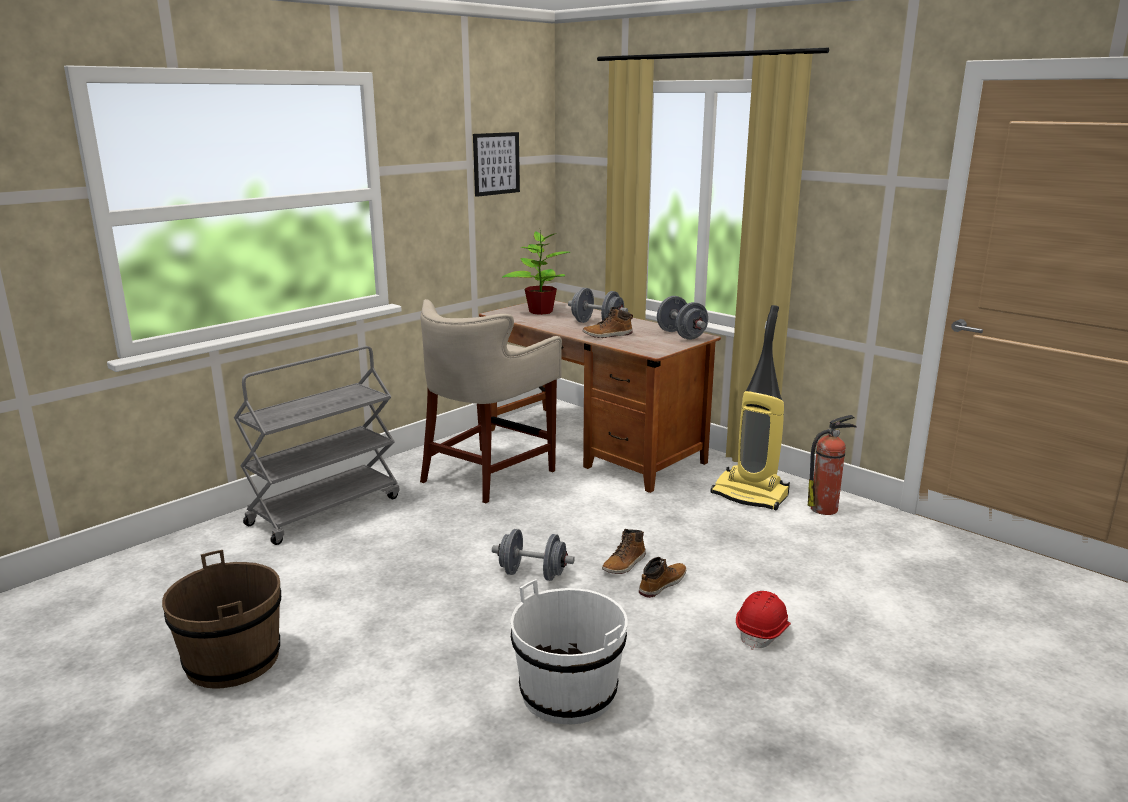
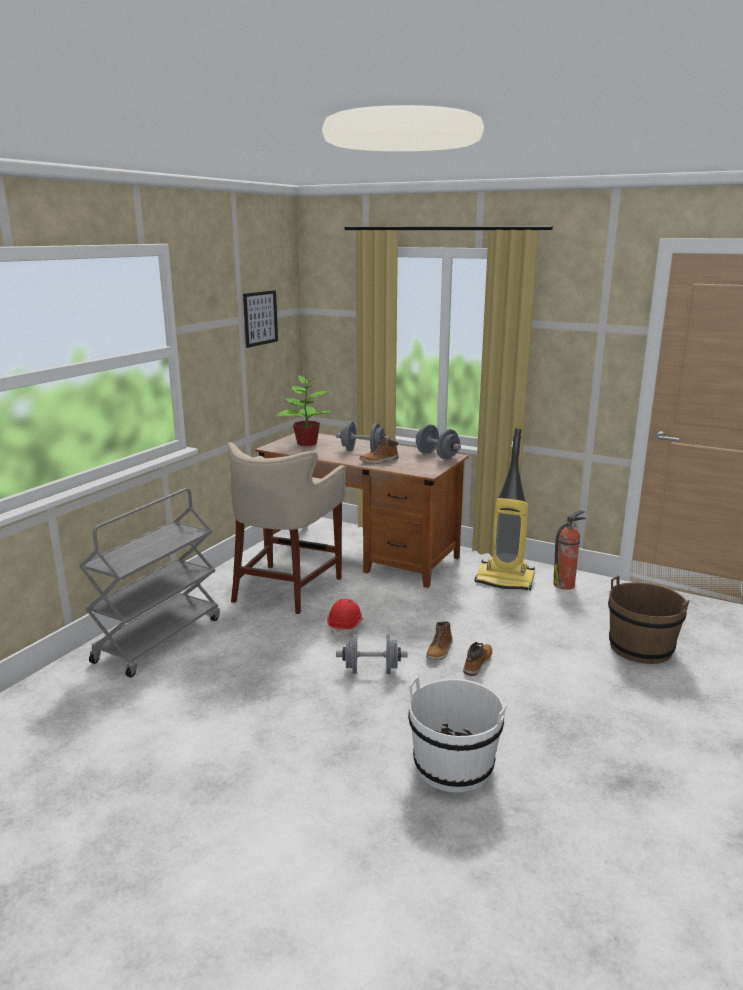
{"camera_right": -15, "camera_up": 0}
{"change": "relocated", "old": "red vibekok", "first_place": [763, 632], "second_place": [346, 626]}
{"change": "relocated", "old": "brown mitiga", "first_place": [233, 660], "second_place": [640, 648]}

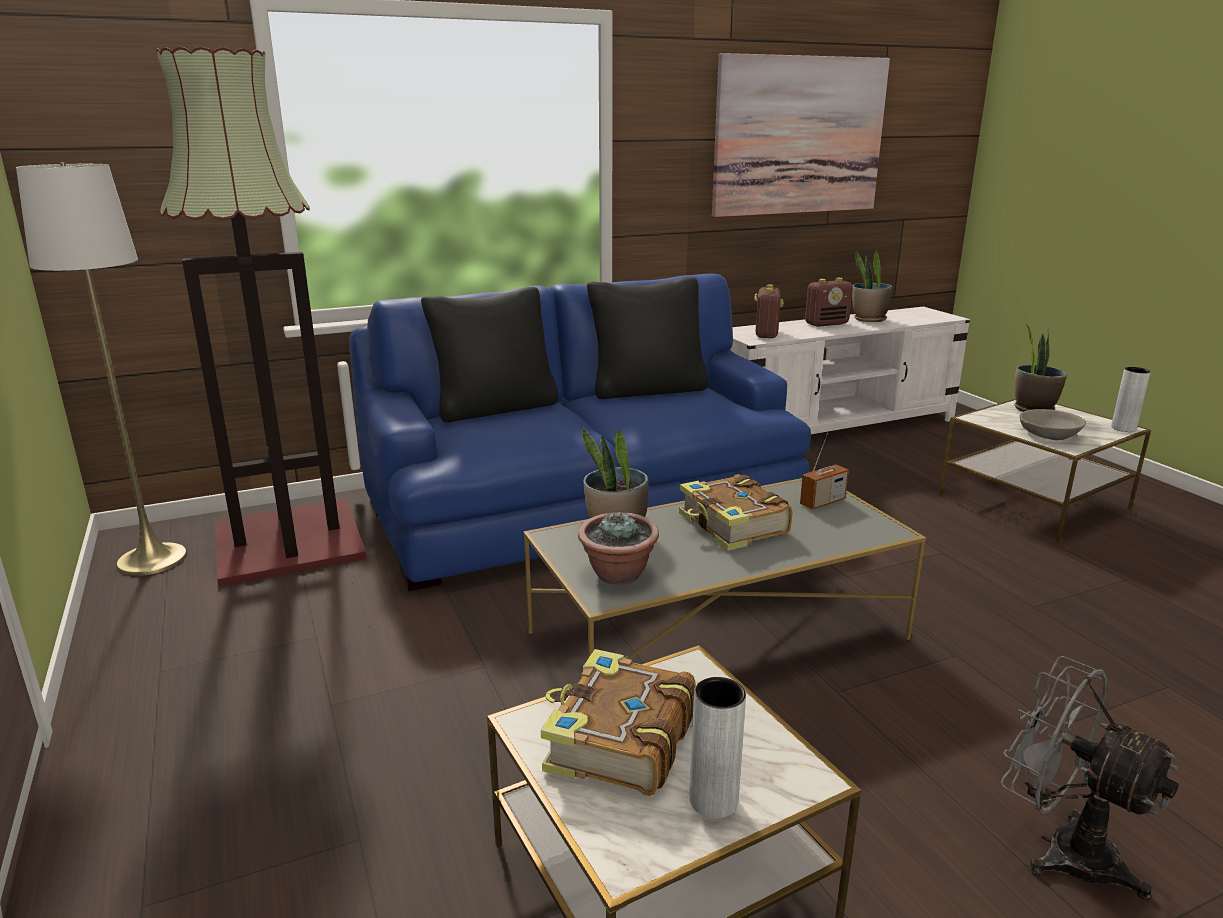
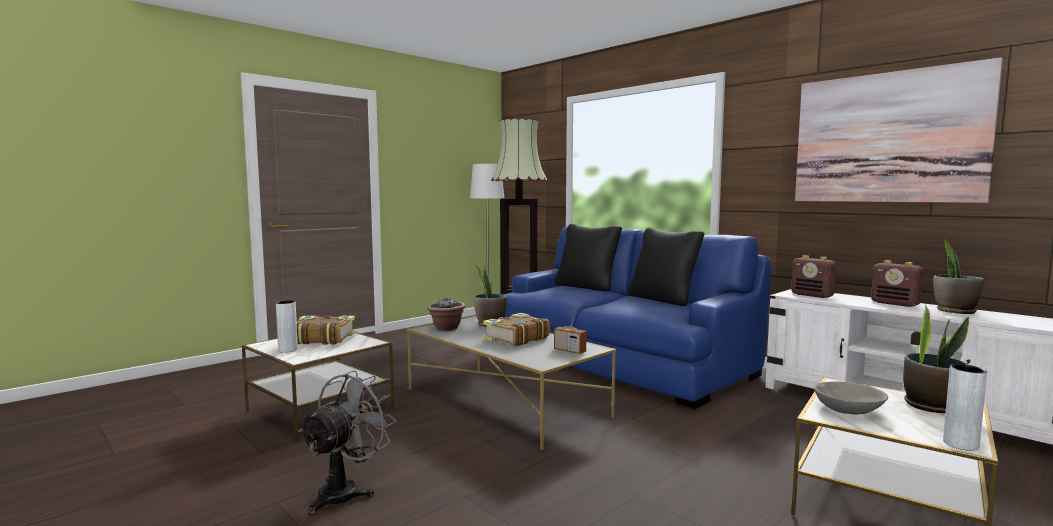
{"camera_right": 70, "camera_up": -15}
{"change": "spun", "old": "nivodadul", "first_place": [766, 334], "second_place": [812, 295], "degrees": 60}

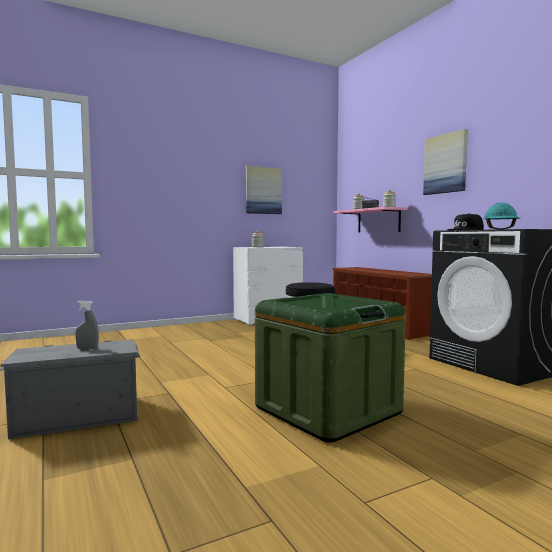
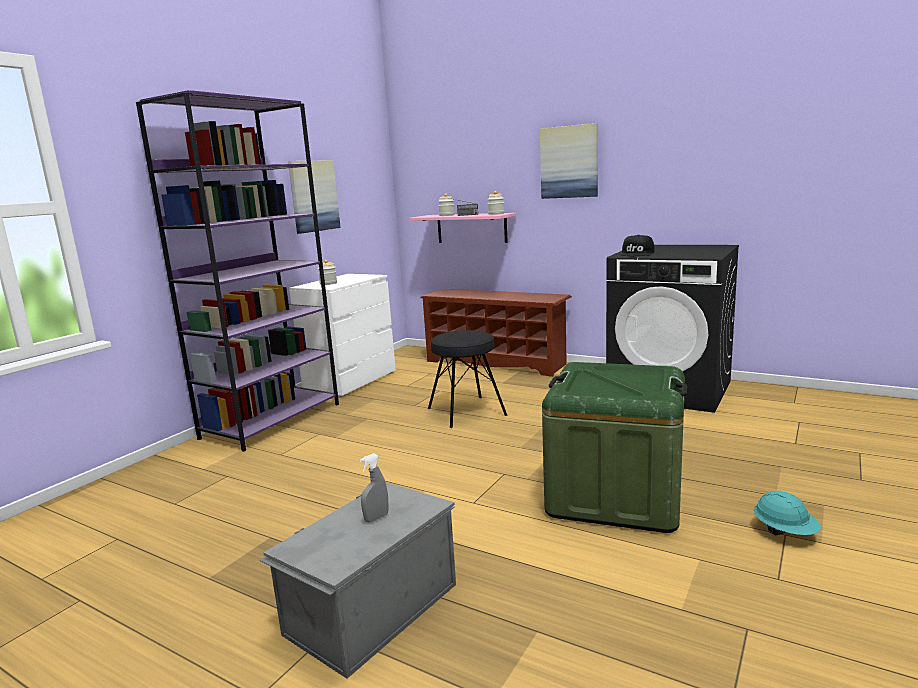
{"camera_right": -30, "camera_up": 10}
{"change": "appeared", "new": "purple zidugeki", "second_place": [272, 420]}
{"change": "relocated", "old": "turquoise vibekok", "first_place": [501, 229], "second_place": [785, 532]}

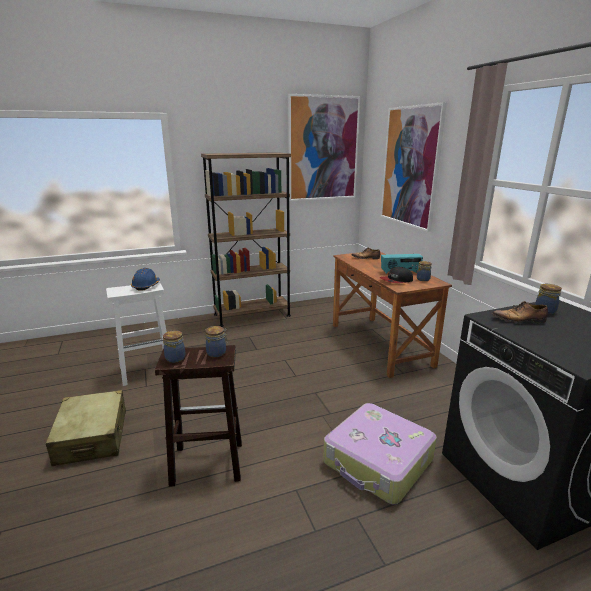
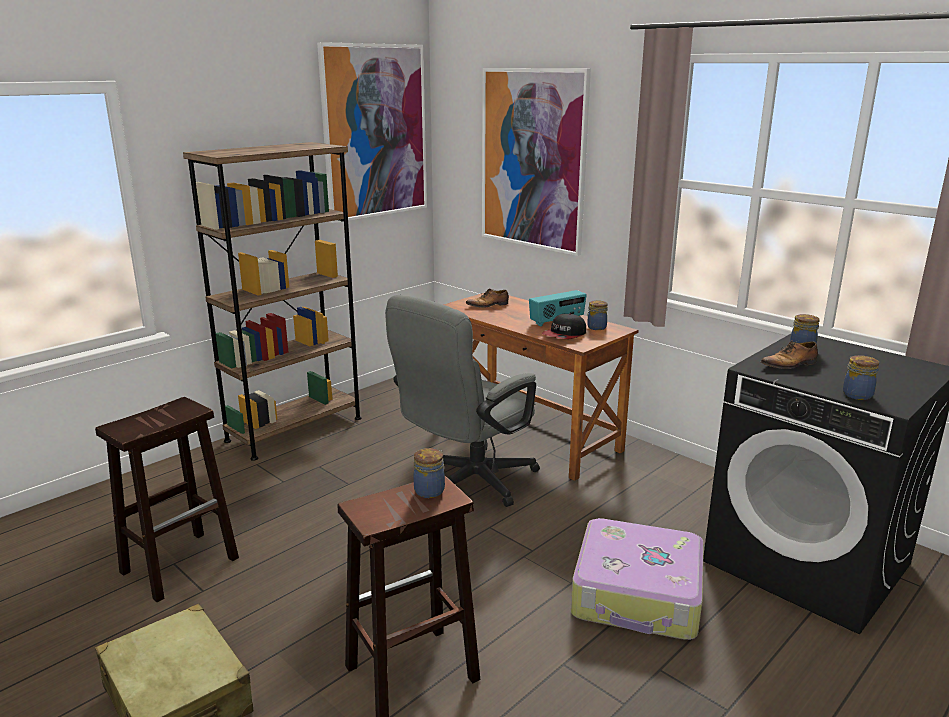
{"camera_right": -25, "camera_up": 0}
{"change": "colour", "old": "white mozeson", "new": "brown mozeson", "first_place": [147, 370], "second_place": [181, 564]}
{"change": "appeared", "new": "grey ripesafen", "second_place": [467, 483]}
{"change": "relocated", "old": "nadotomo", "first_place": [175, 357], "second_place": [856, 394]}
{"change": "missing", "old": "blue vibekok", "first_place": [146, 286]}

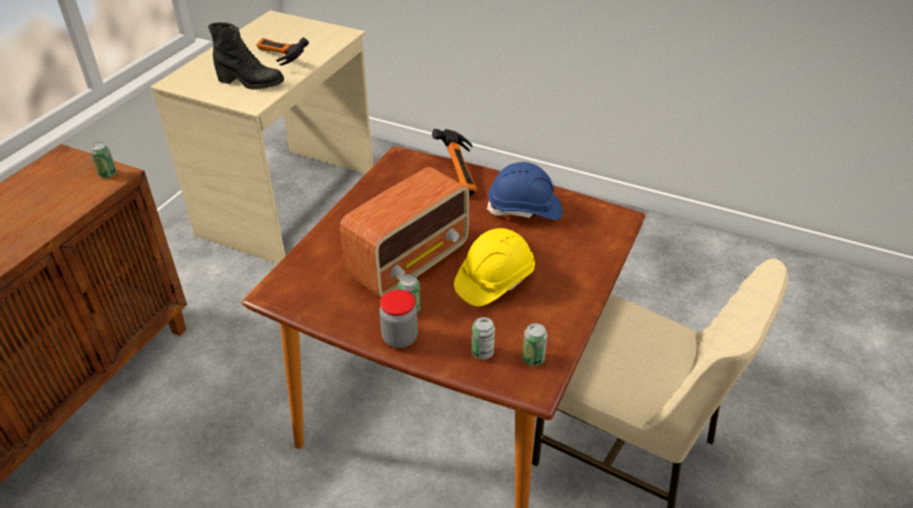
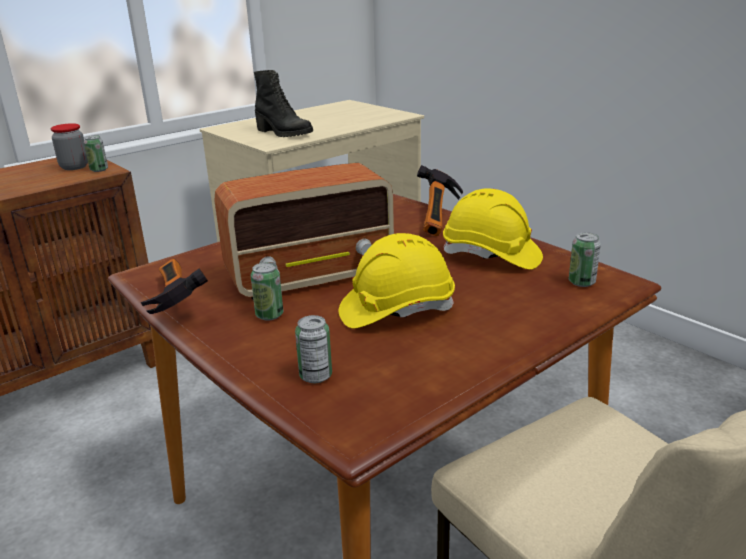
{"camera_right": 25, "camera_up": -15}
{"change": "relocated", "old": "nadotomo", "first_place": [400, 338], "second_place": [74, 167]}
{"change": "relocated", "old": "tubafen", "first_place": [278, 60], "second_place": [170, 302]}
{"change": "colour", "old": "blue vibekok", "new": "yellow vibekok", "first_place": [524, 209], "second_place": [491, 256]}
{"change": "relocated", "old": "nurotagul", "first_place": [533, 359], "second_place": [581, 282]}

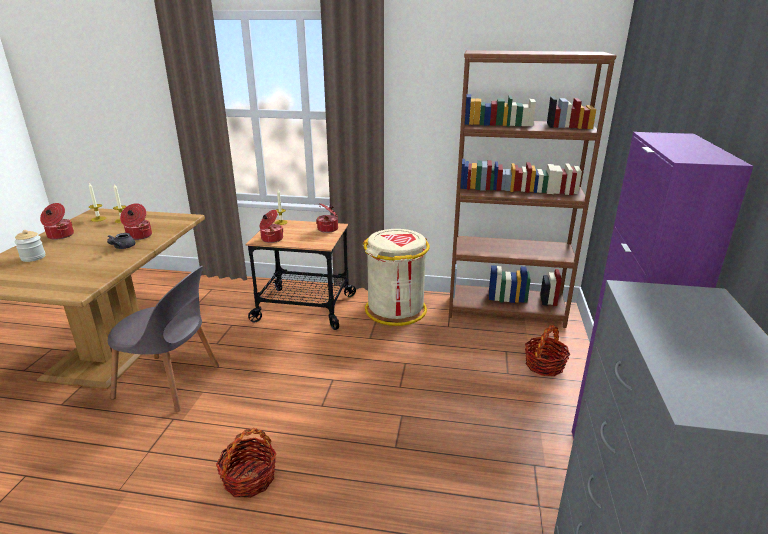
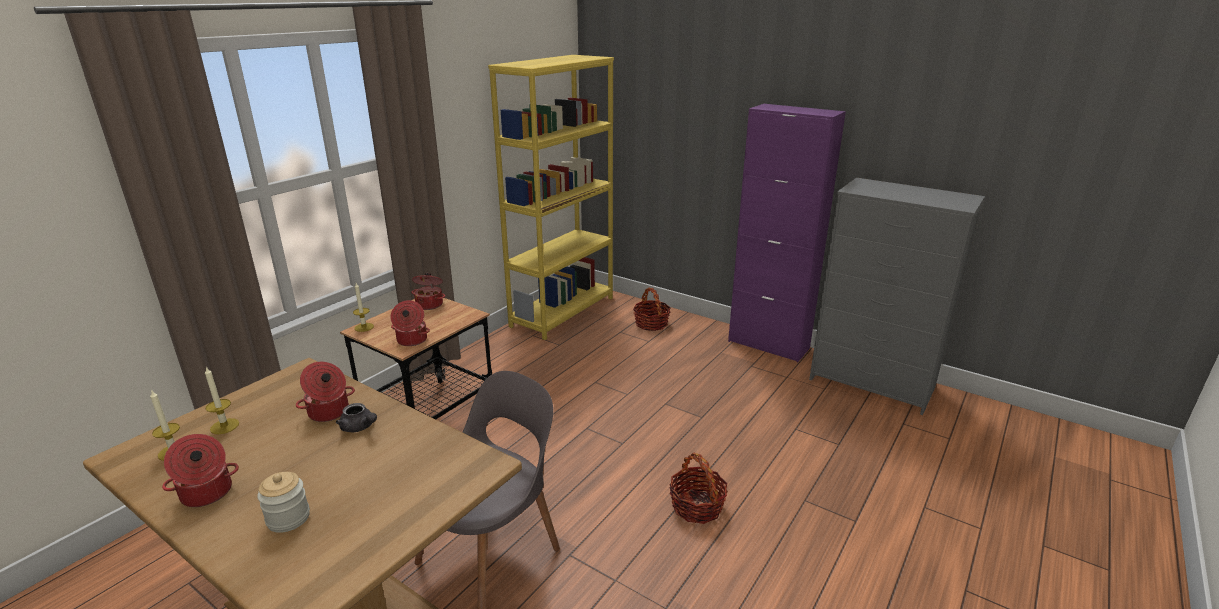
{"camera_right": -65, "camera_up": 0}
{"change": "colour", "old": "brown zidugeki", "new": "yellow zidugeki", "first_place": [506, 310], "second_place": [563, 312]}
{"change": "missing", "old": "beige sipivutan", "first_place": [396, 310]}

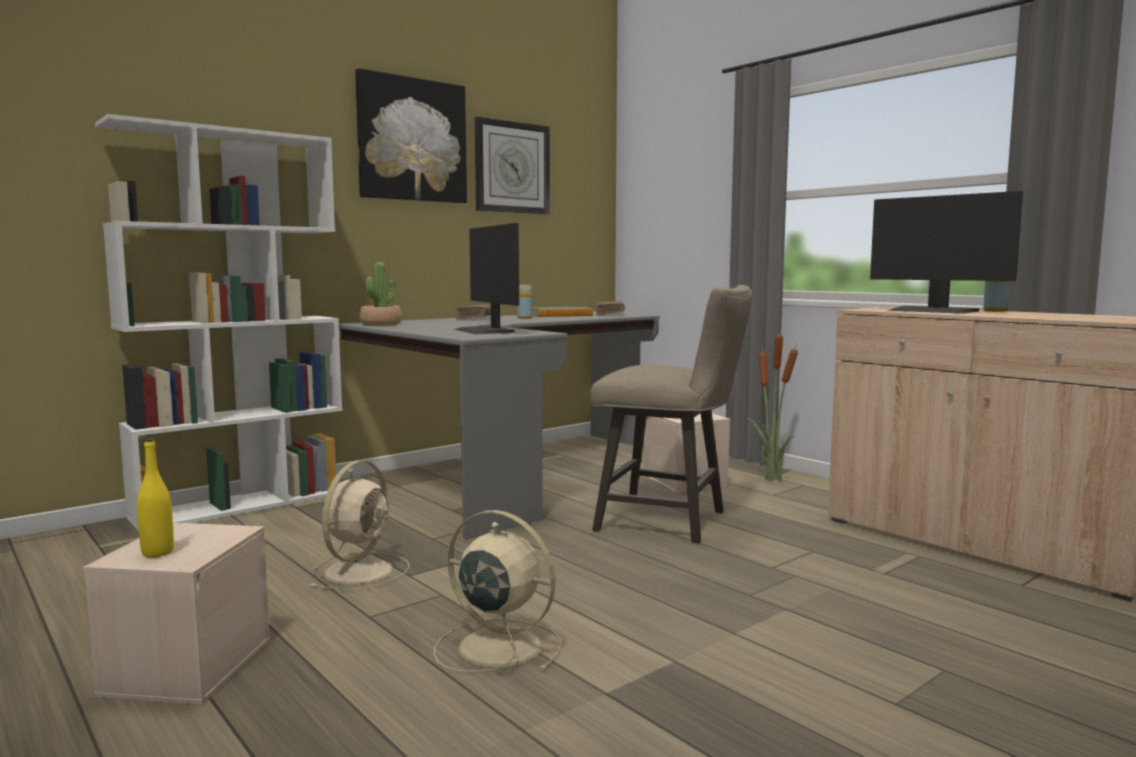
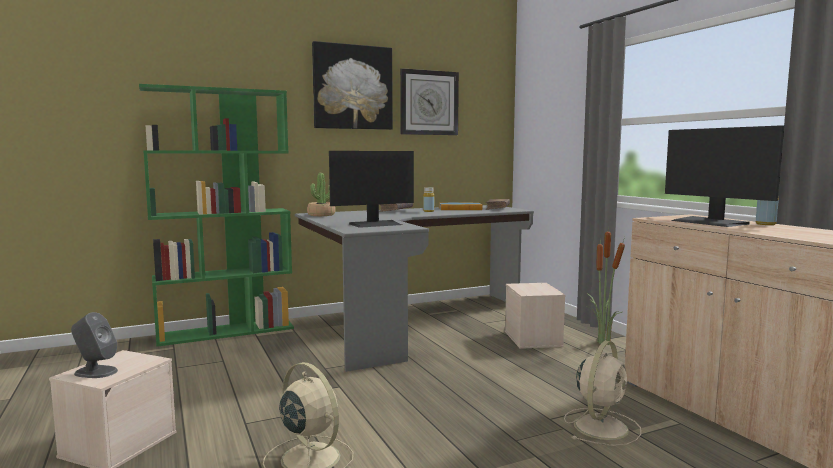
{"camera_right": 15, "camera_up": 0}
{"change": "exchanged", "old": "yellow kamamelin", "new": "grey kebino", "first_place": [157, 553], "second_place": [95, 372]}
{"change": "colour", "old": "white zidugeki", "new": "green zidugeki", "first_place": [242, 504], "second_place": [227, 331]}
{"change": "spun", "old": "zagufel", "first_place": [485, 331], "second_place": [376, 224], "degrees": -105}
{"change": "relocated", "old": "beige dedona", "first_place": [360, 570], "second_place": [601, 426]}
{"change": "missing", "old": "beige mozeson", "first_place": [671, 521]}

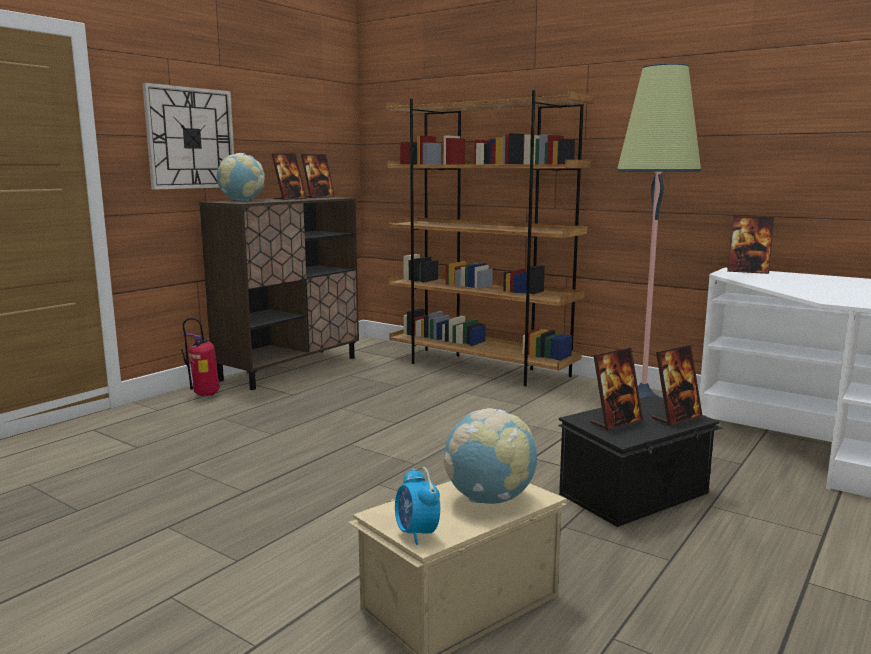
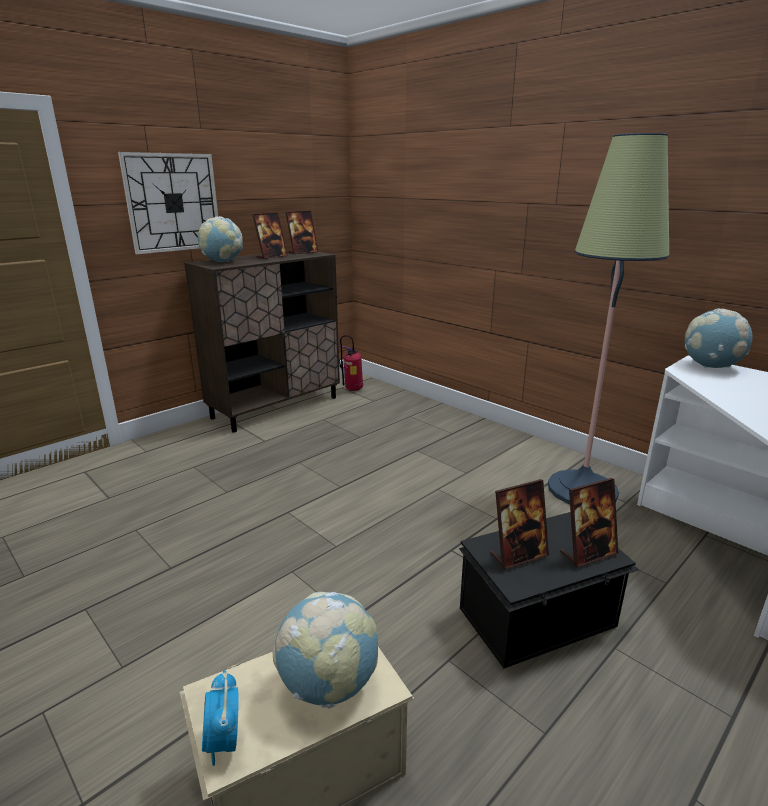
{"camera_right": 10, "camera_up": 10}
{"change": "relocated", "old": "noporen", "first_place": [204, 395], "second_place": [352, 390]}
{"change": "exchanged", "old": "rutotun", "new": "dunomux", "first_place": [748, 271], "second_place": [711, 366]}
{"change": "missing", "old": "brown zidugeki", "first_place": [481, 368]}

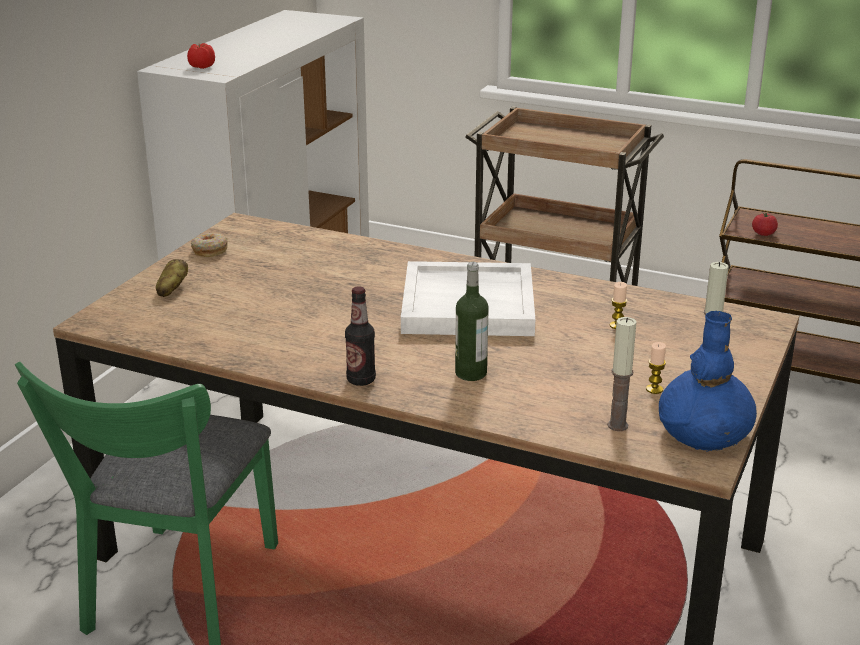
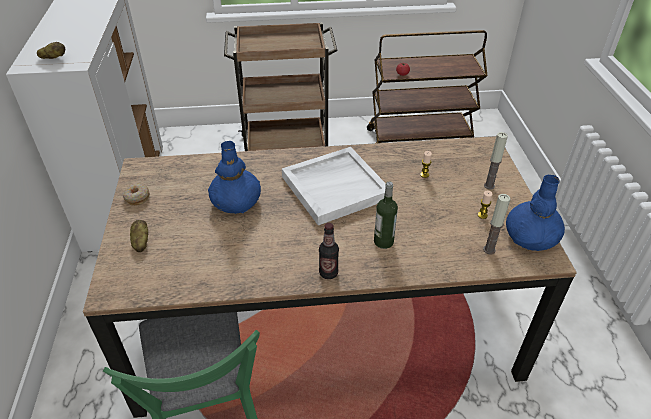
{"camera_right": -30, "camera_up": 15}
{"change": "exchanged", "old": "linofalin", "new": "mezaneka", "first_place": [201, 67], "second_place": [54, 58]}
{"change": "appeared", "new": "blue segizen", "second_place": [236, 202]}

